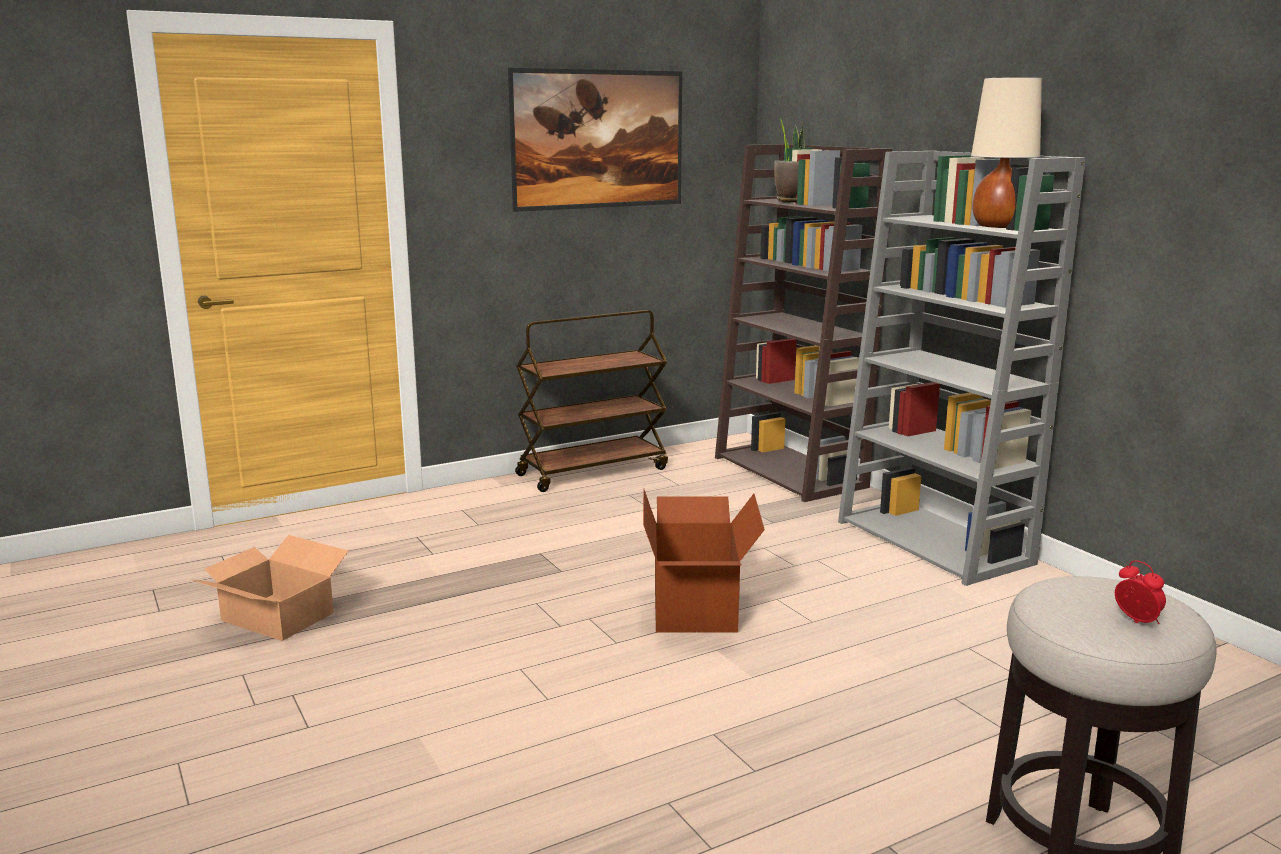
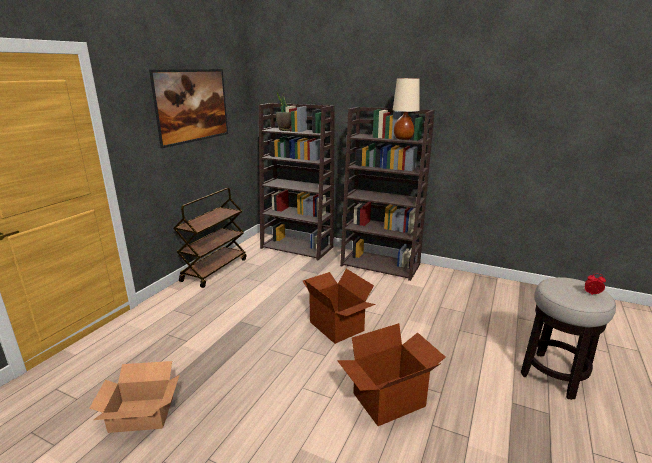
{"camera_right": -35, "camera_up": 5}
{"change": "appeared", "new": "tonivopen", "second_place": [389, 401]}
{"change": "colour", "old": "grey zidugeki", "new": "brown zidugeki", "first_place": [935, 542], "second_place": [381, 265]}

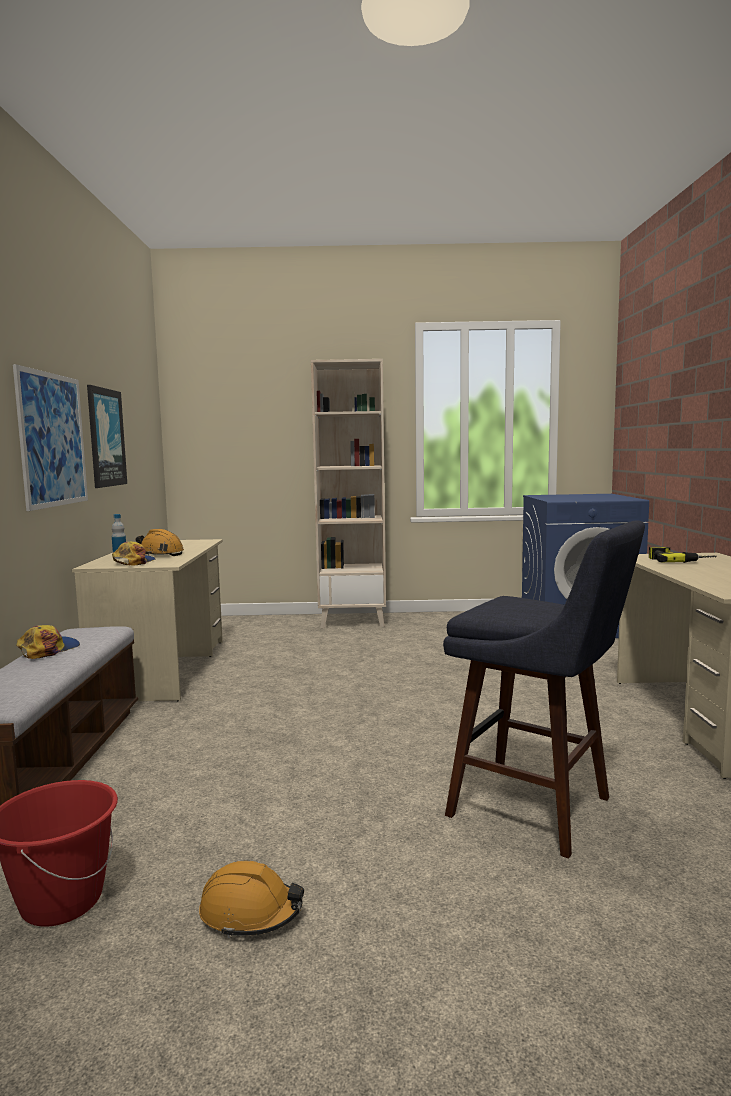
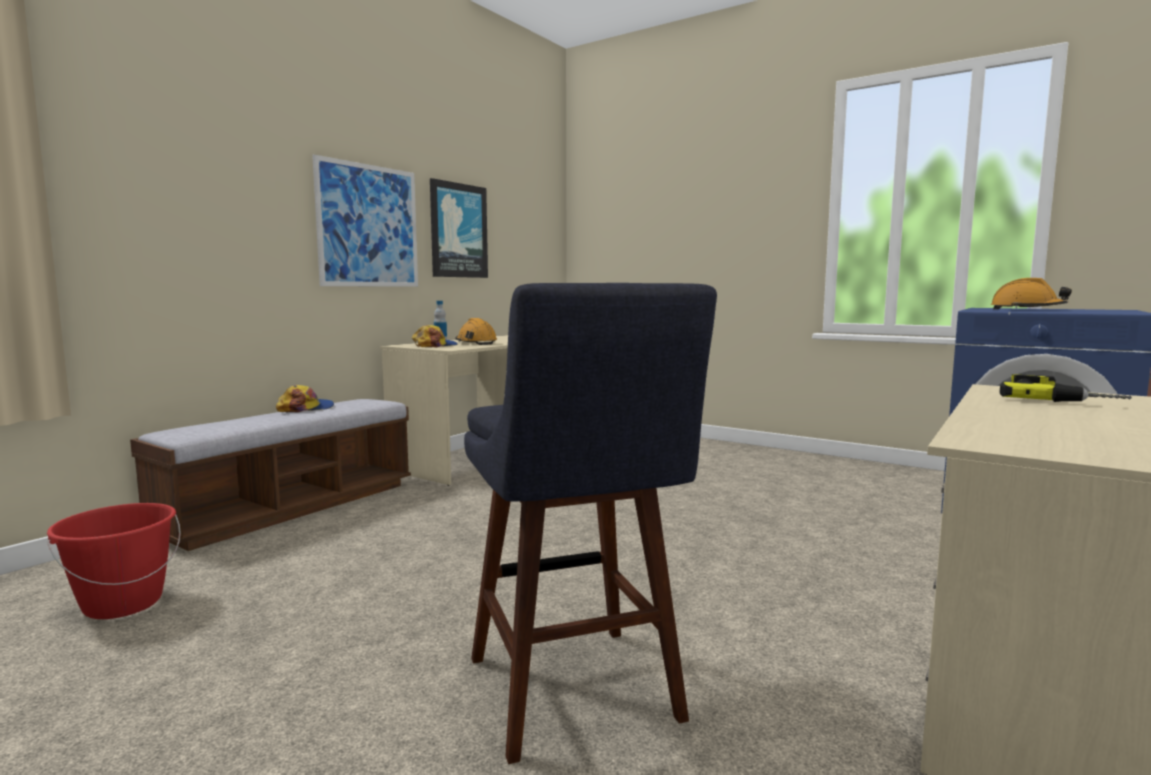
{"camera_right": 35, "camera_up": 0}
{"change": "relocated", "old": "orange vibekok", "first_place": [250, 913], "second_place": [1027, 309]}
{"change": "missing", "old": "beige zidugeki", "first_place": [353, 620]}

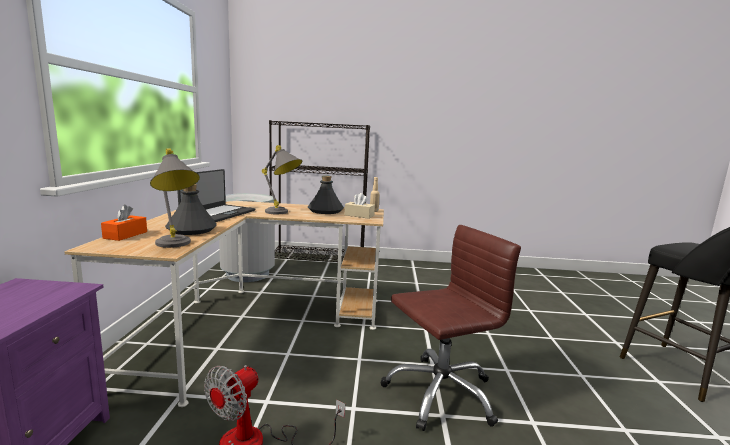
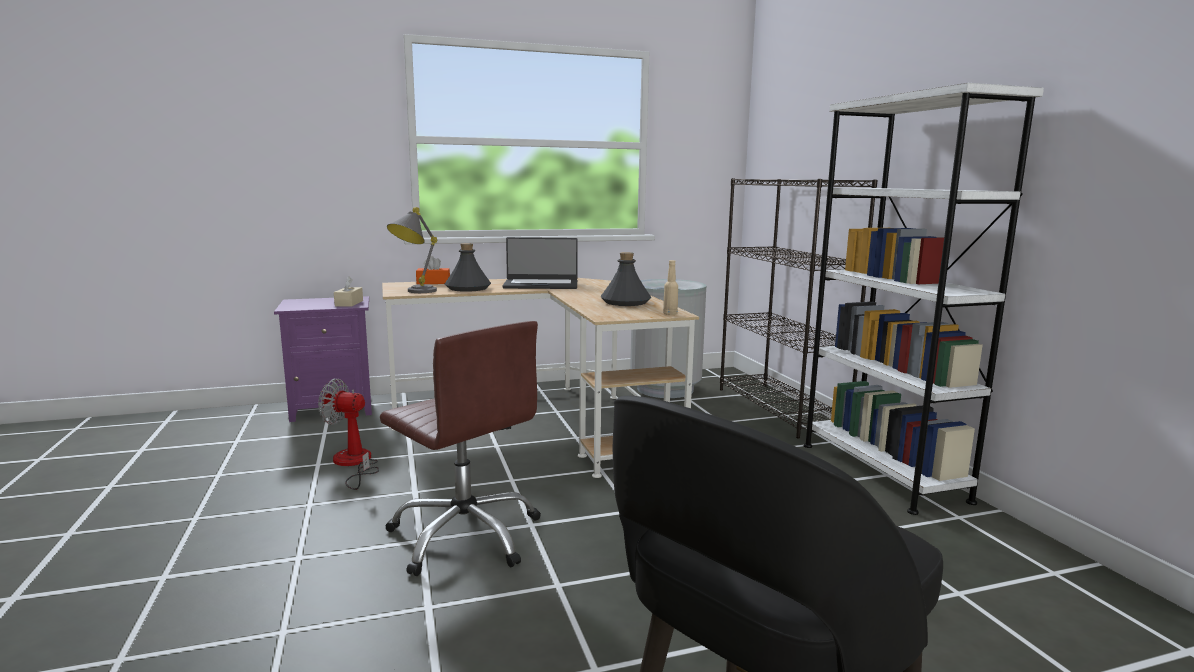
{"camera_right": 70, "camera_up": 0}
{"change": "relocated", "old": "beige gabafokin", "first_place": [359, 215], "second_place": [349, 303]}
{"change": "appeared", "new": "white zidugeki", "second_place": [882, 471]}
{"change": "missing", "old": "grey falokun", "first_place": [282, 213]}

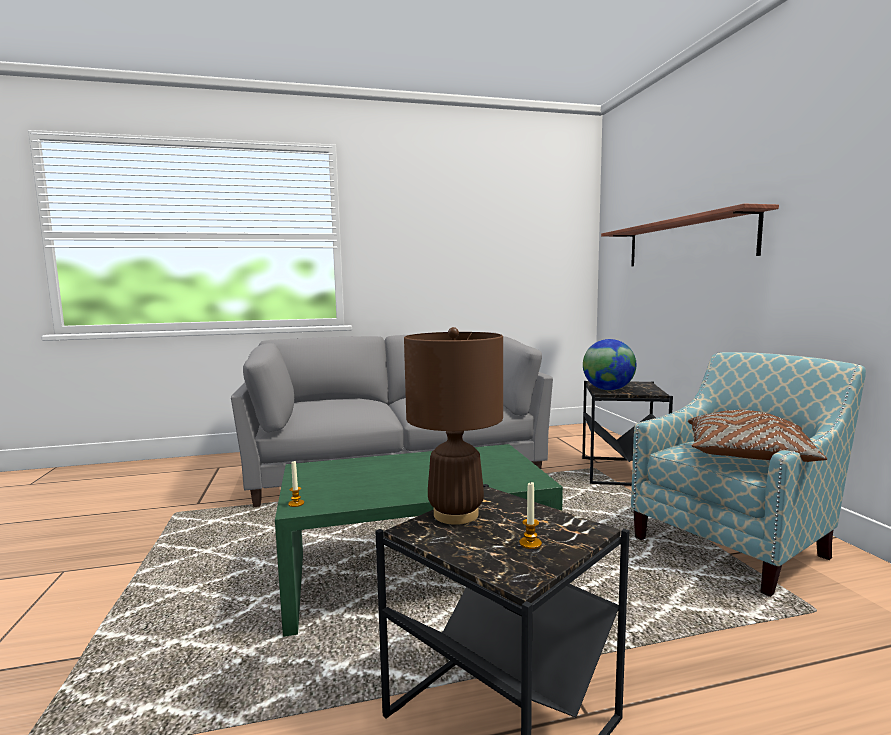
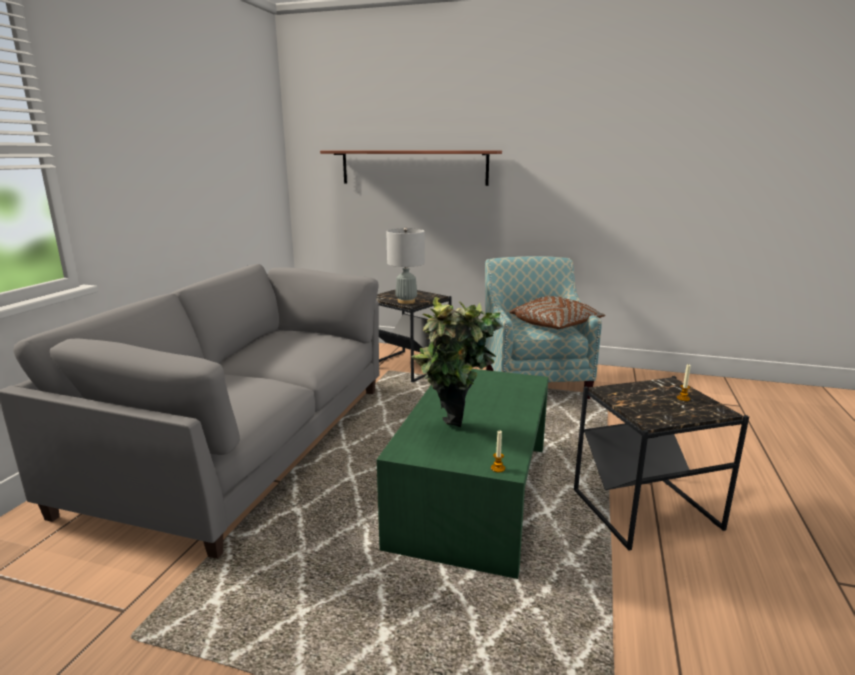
{"camera_right": -60, "camera_up": 10}
{"change": "exchanged", "old": "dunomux", "new": "grey falokun", "first_place": [608, 390], "second_place": [406, 301]}
{"change": "appeared", "new": "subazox", "second_place": [452, 436]}
{"change": "missing", "old": "brown falokun", "first_place": [456, 514]}

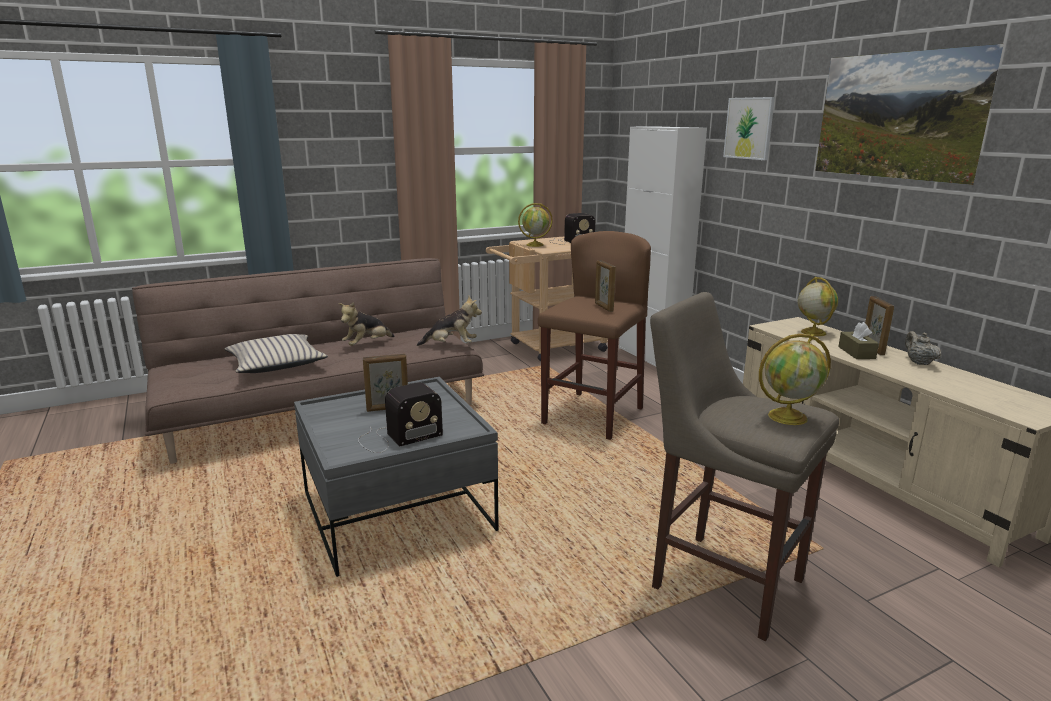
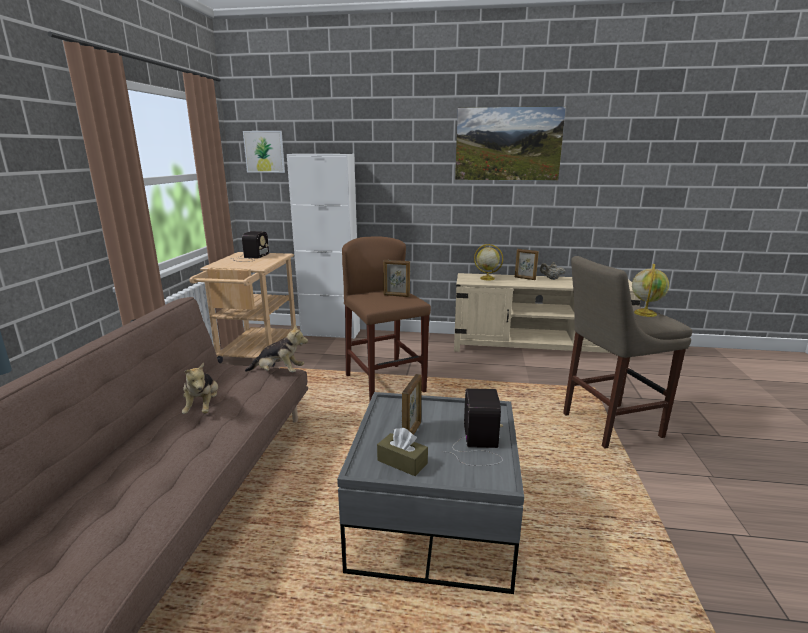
{"camera_right": -55, "camera_up": 0}
{"change": "relocated", "old": "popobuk", "first_place": [749, 128], "second_place": [264, 151]}
{"change": "spun", "old": "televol", "first_place": [451, 345], "second_place": [278, 372], "degrees": 60}
{"change": "relocated", "old": "brown gabafokin", "first_place": [856, 352], "second_place": [402, 462]}
{"change": "missing", "old": "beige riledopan", "first_place": [276, 364]}
{"change": "missing", "old": "dunomux", "first_place": [535, 245]}

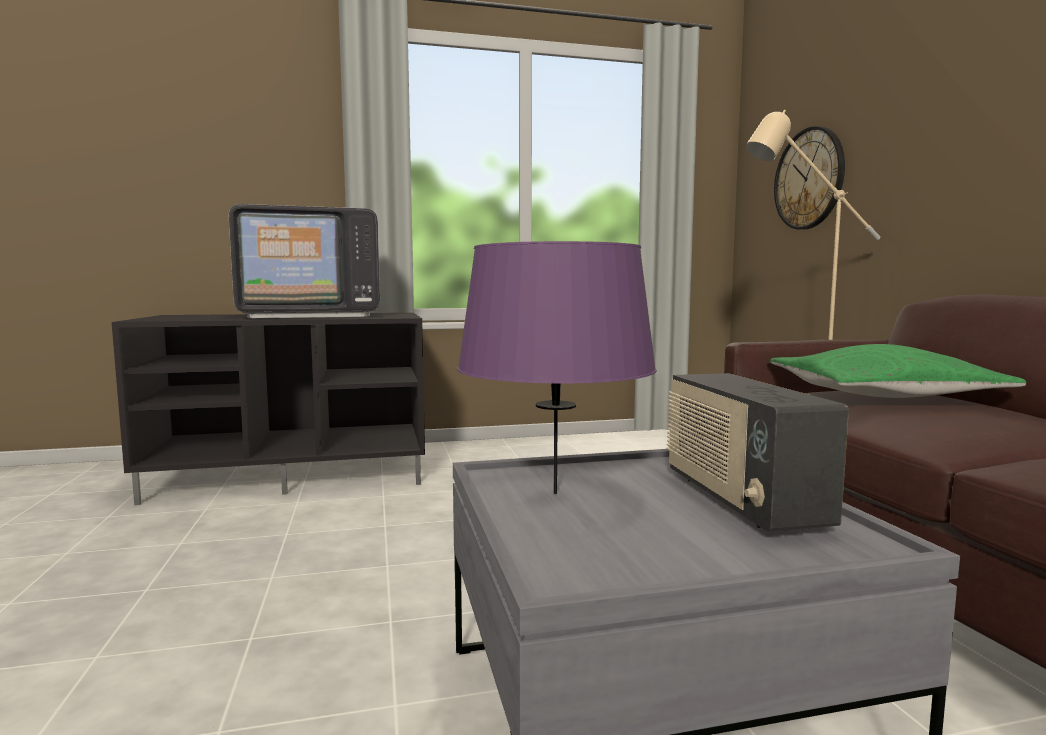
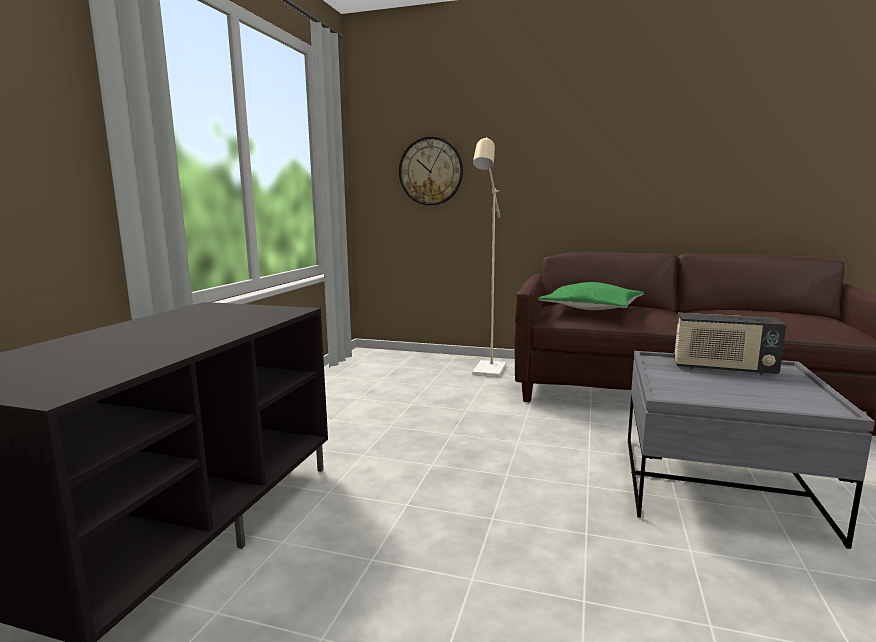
{"camera_right": -60, "camera_up": 5}
{"change": "missing", "old": "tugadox", "first_place": [311, 316]}
{"change": "missing", "old": "purple falokun", "first_place": [556, 493]}

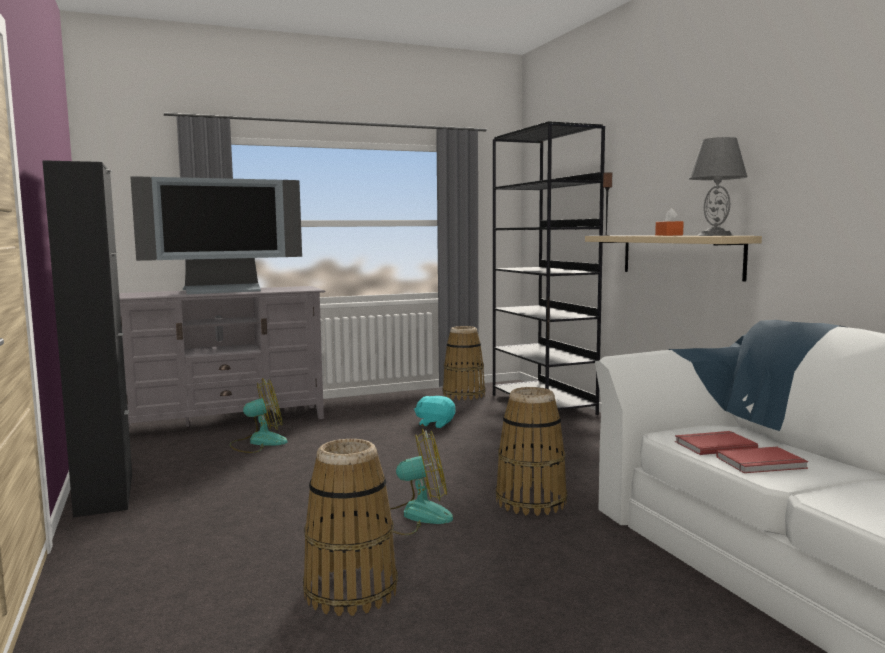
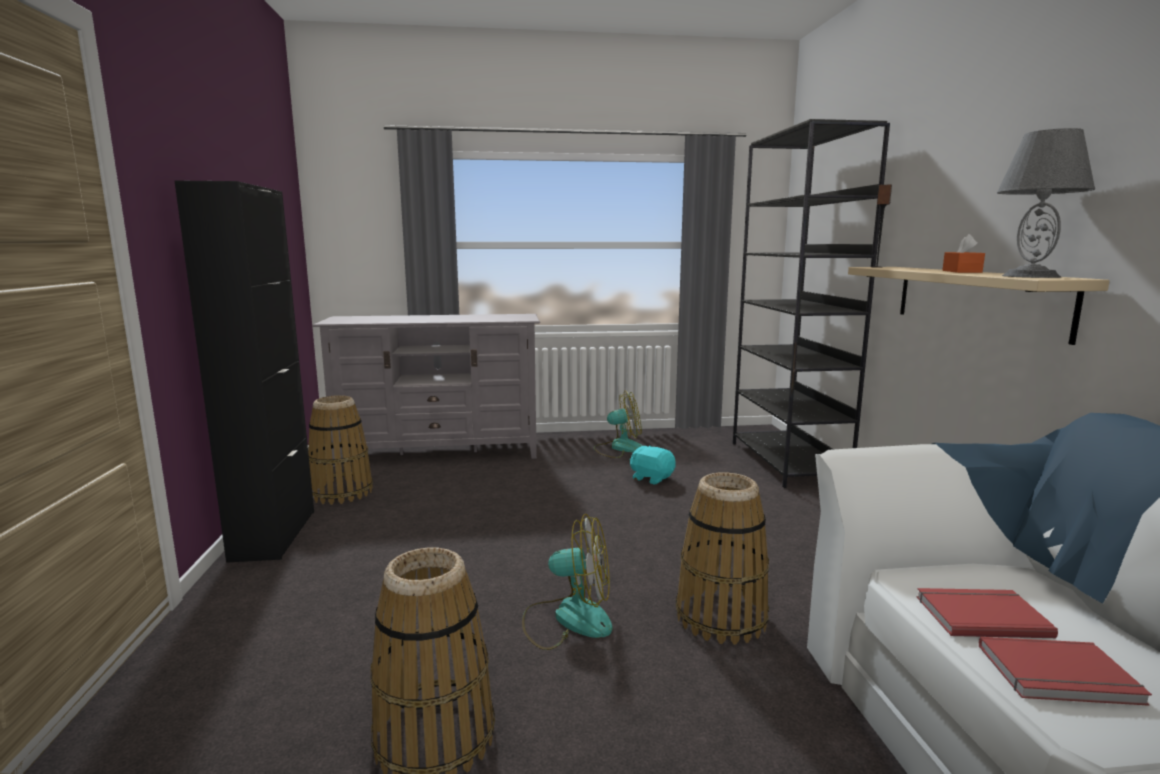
{"camera_right": 15, "camera_up": 5}
{"change": "relocated", "old": "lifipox", "first_place": [464, 395], "second_place": [342, 492]}
{"change": "relocated", "old": "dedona", "first_place": [258, 442], "second_place": [619, 448]}
{"change": "missing", "old": "tugadox", "first_place": [222, 291]}

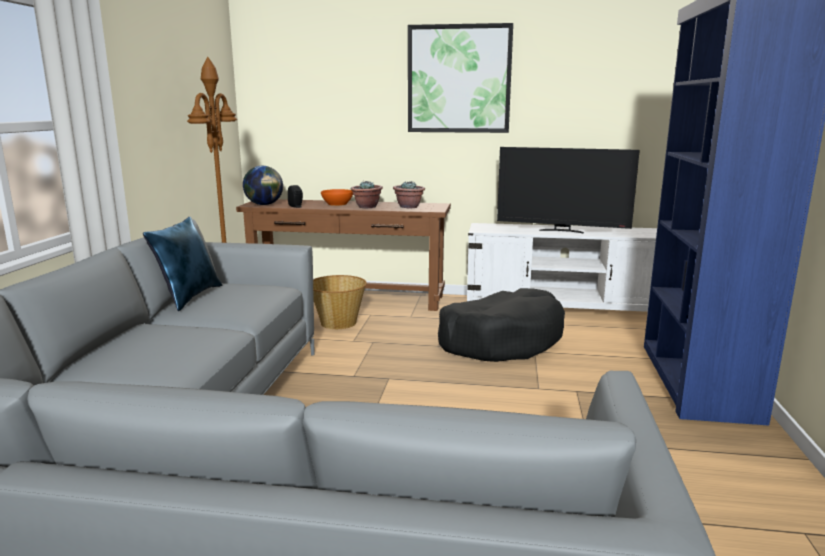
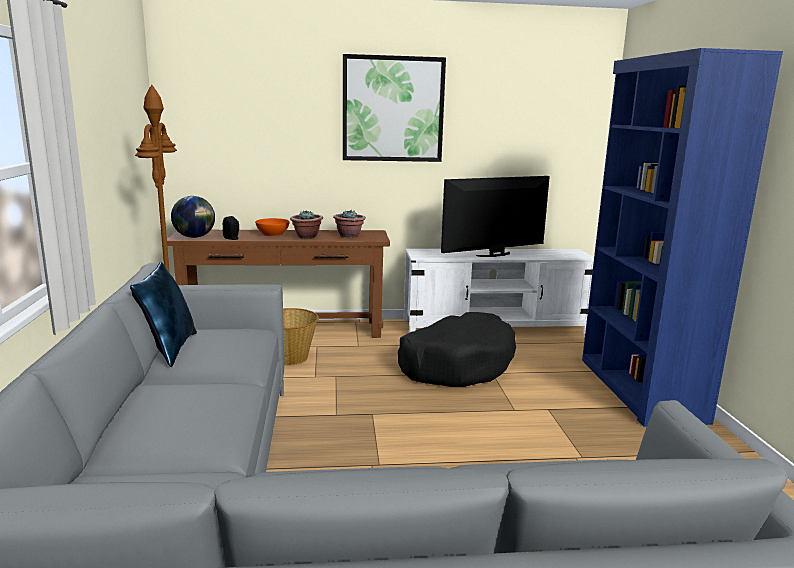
{"camera_right": -15, "camera_up": 0}
{"change": "spun", "old": "tugadox", "first_place": [562, 231], "second_place": [495, 255], "degrees": 150}

